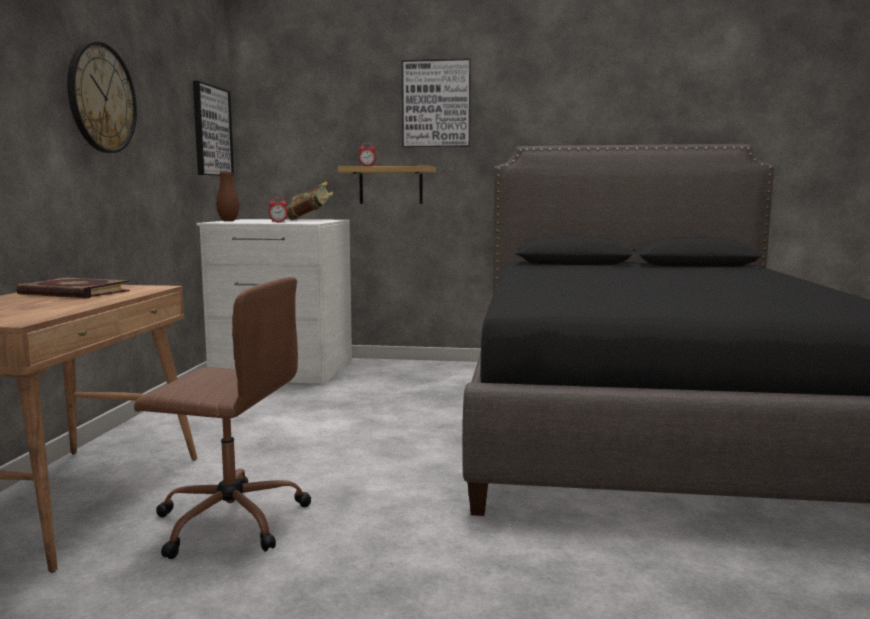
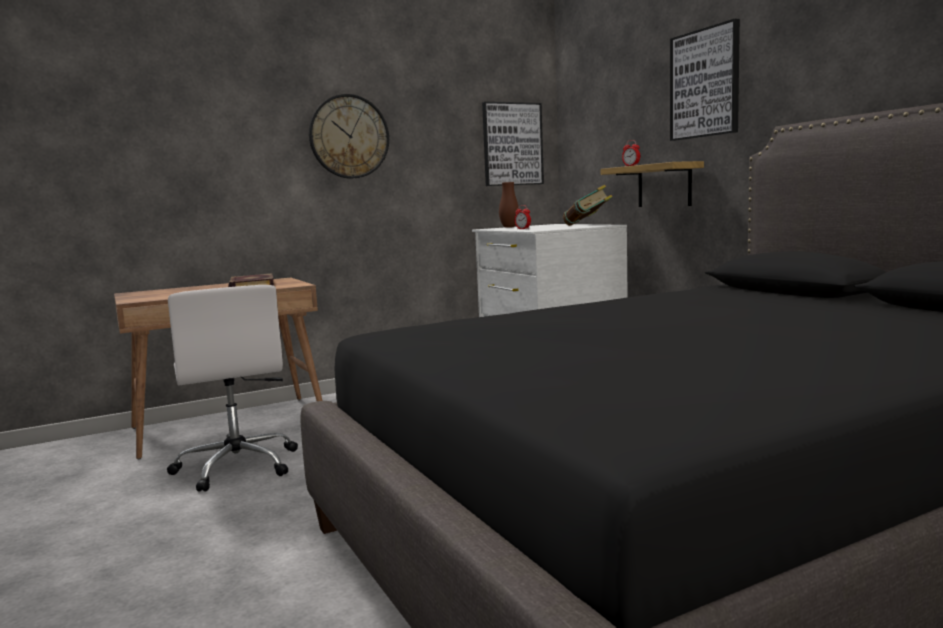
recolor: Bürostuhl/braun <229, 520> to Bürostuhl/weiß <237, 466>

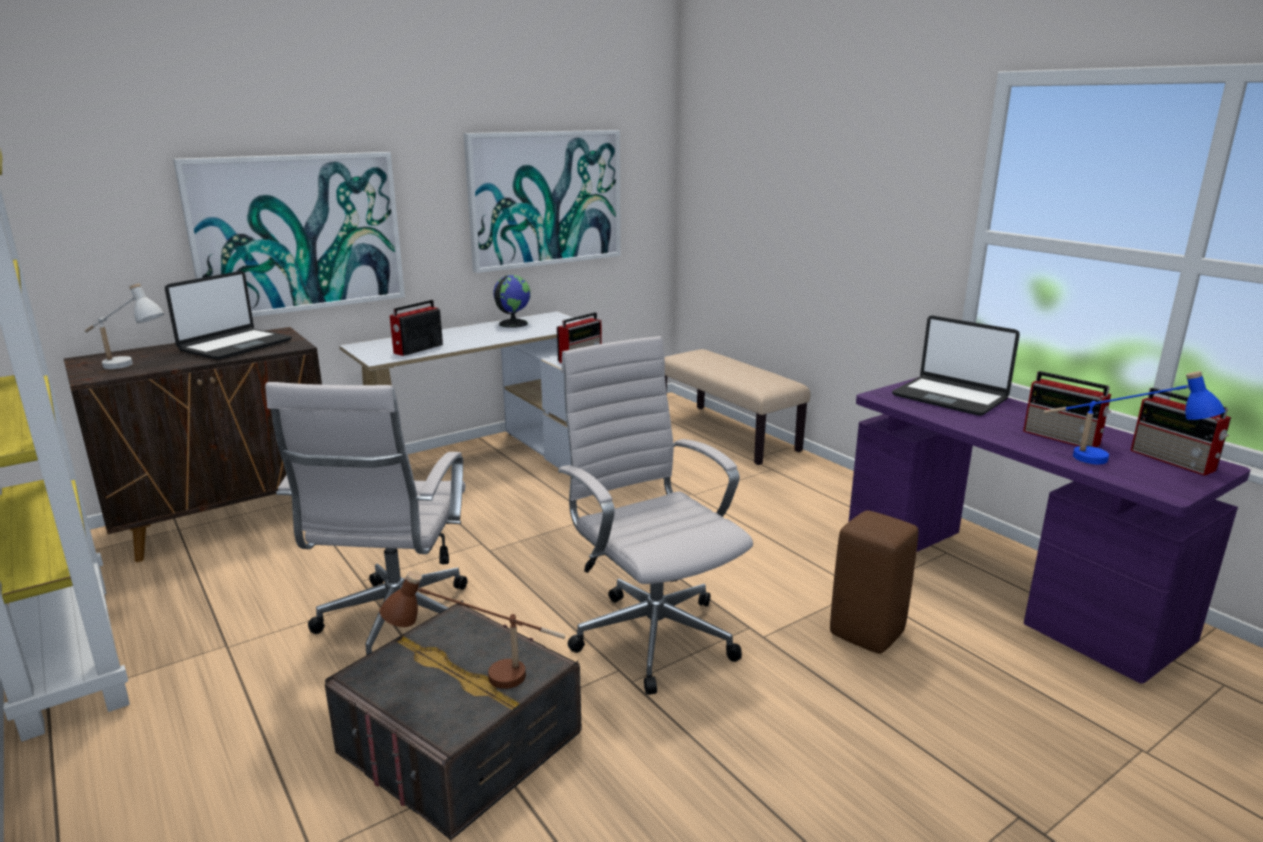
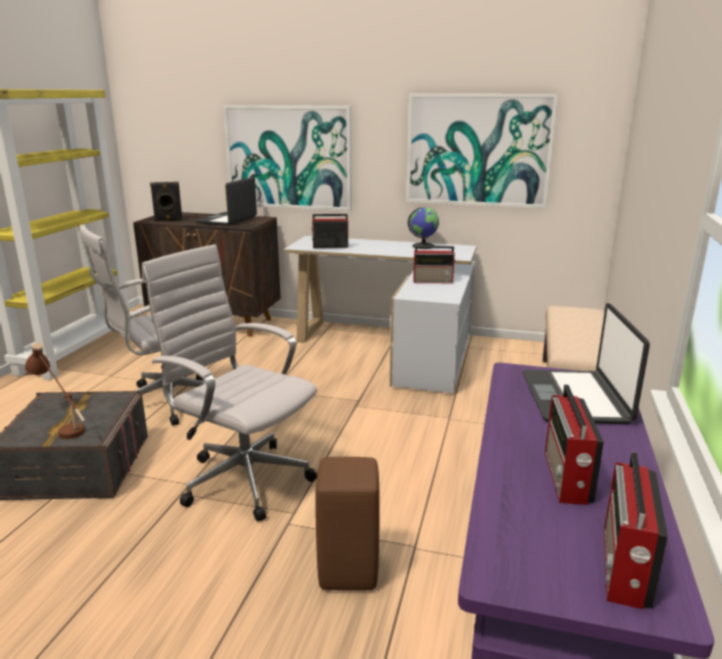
delete: Tischlampe/blau <1116, 464>
replace: Tischlampe/weiß <130, 368> to Lautsprecher/schwarz <168, 220>
rotate: Laptop <235, 345> = <228, 220> 120 degrees clockwise; Bürostuhl/weiß <651, 634> = <242, 478> 75 degrees counterclockwise

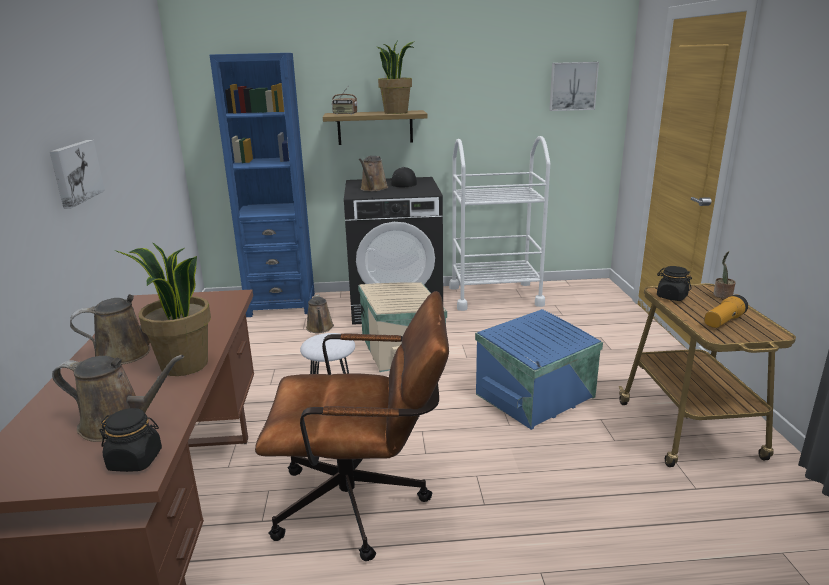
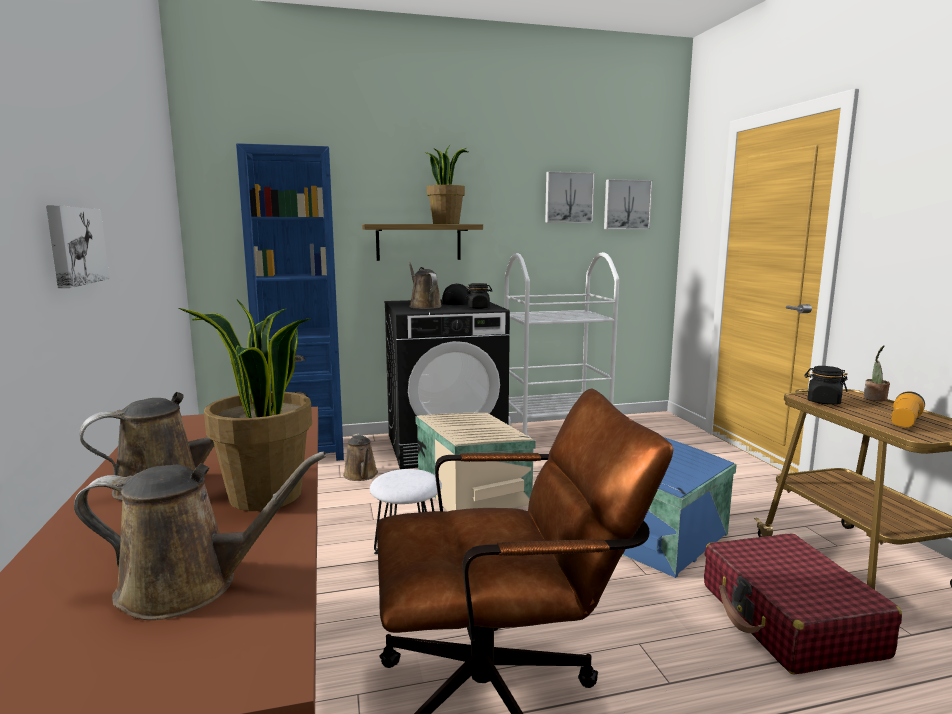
delete: Radio <345, 114>
insert: Bild <568, 197>; Koffer/rot <789, 620>
move: Vorratsglas/schwarz <135, 460> to <478, 308>
rotate: Gießkanne/braun <373, 189> = <424, 306> 150 degrees clockwise

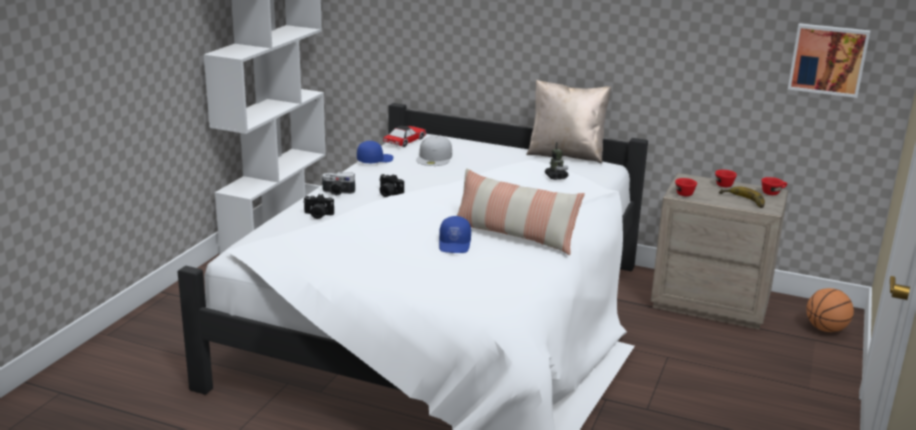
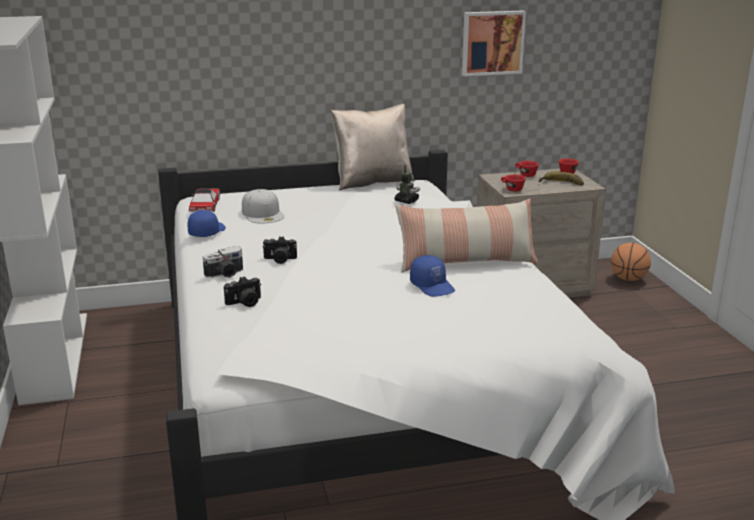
move: Bild <828, 59> to <492, 42>

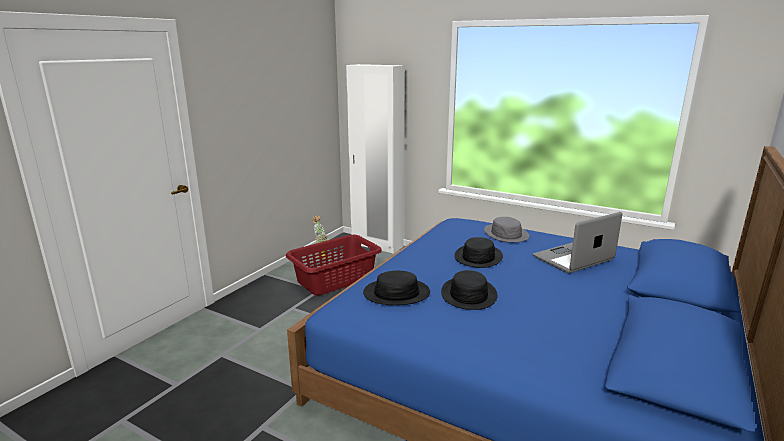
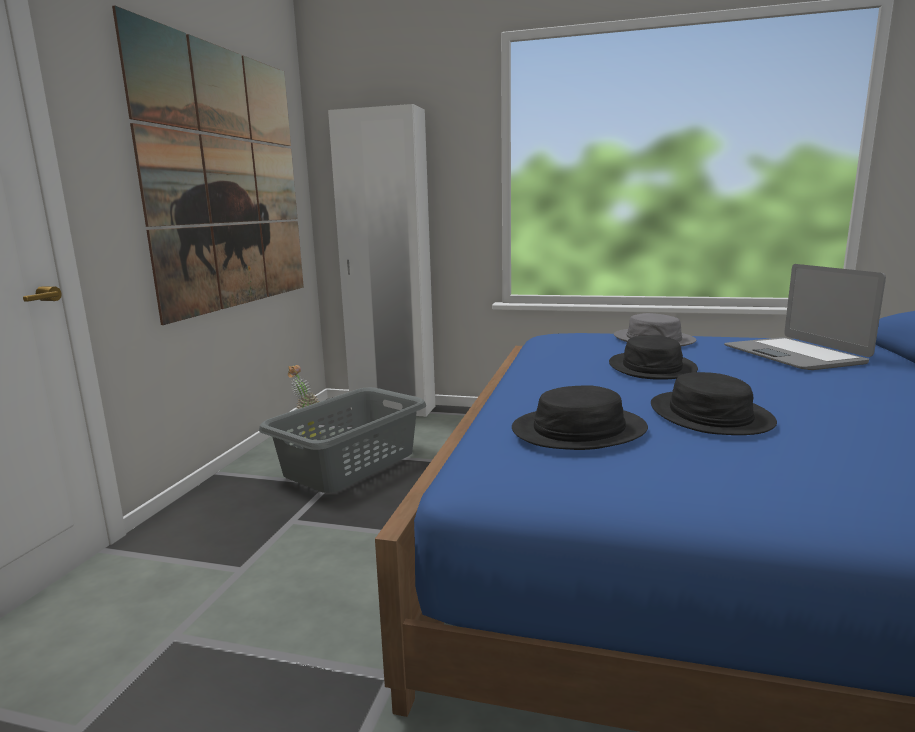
insert: Bild <228, 180>
recolor: Wäschekorb/rot <334, 279> to Wäschekorb/grau <349, 464>
rotate: Laptop <573, 259> = <794, 355> 60 degrees counterclockwise

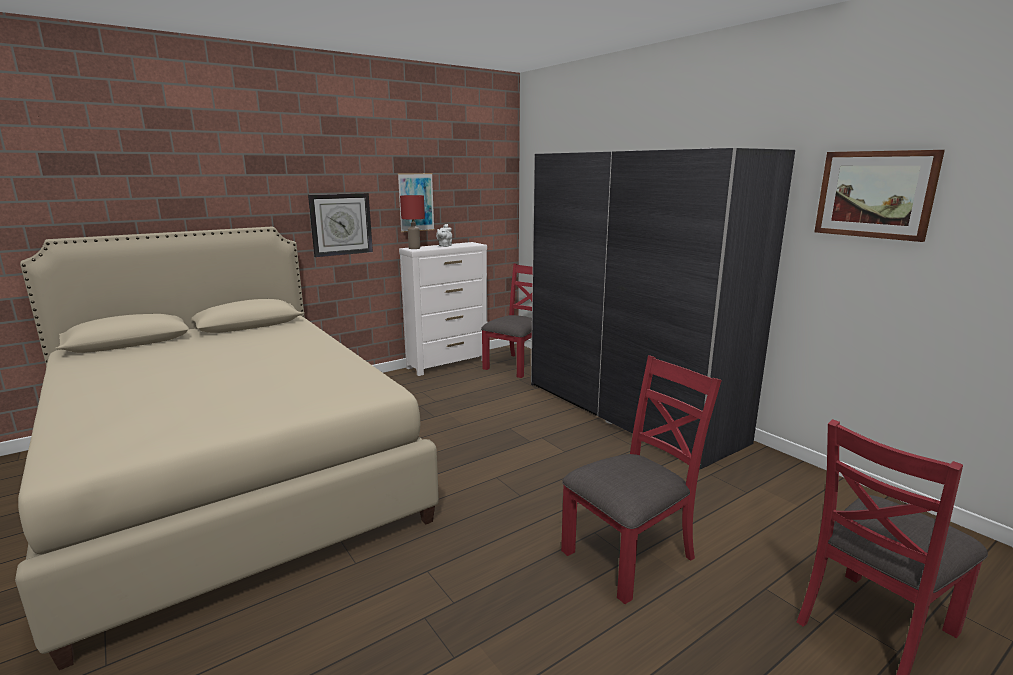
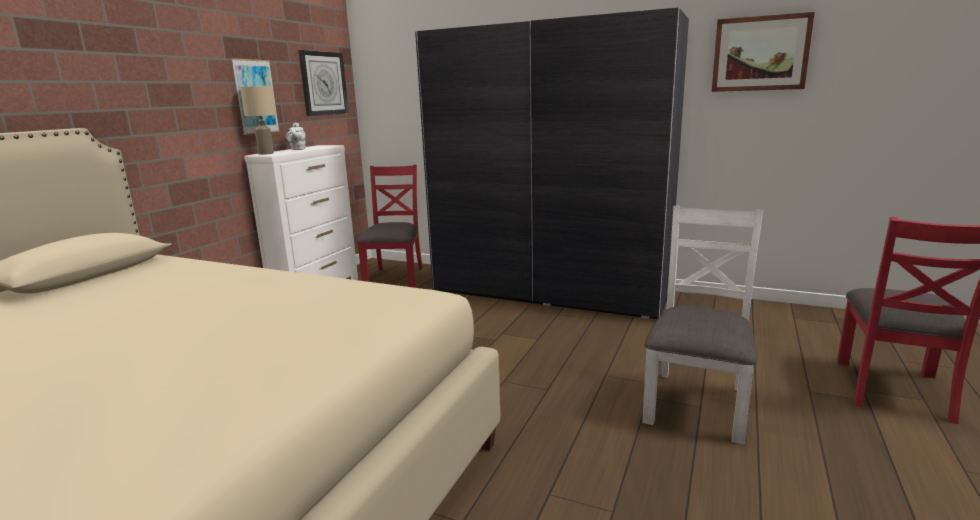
move: Wanduhr <341, 224> to <323, 83>
recolor: Tischlampe/rot <414, 248> to Tischlampe/beige <265, 153>; Stuhl/rot <630, 554> to Stuhl/weiß <696, 404>

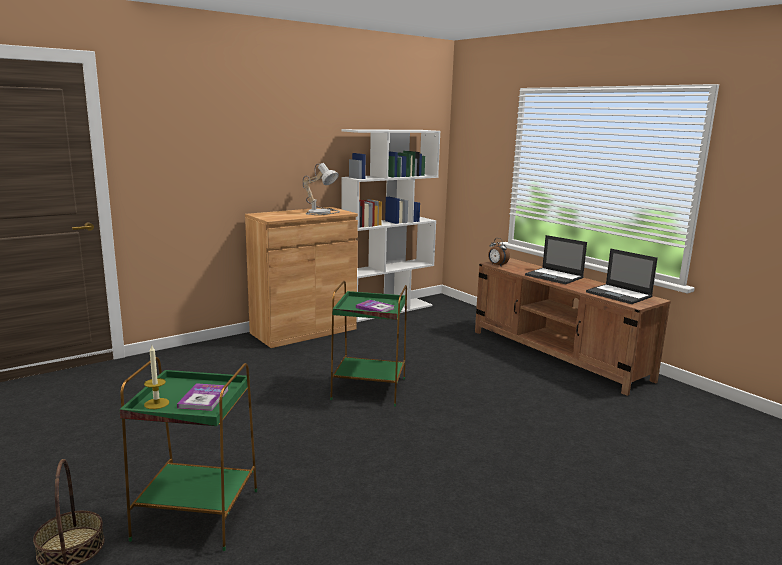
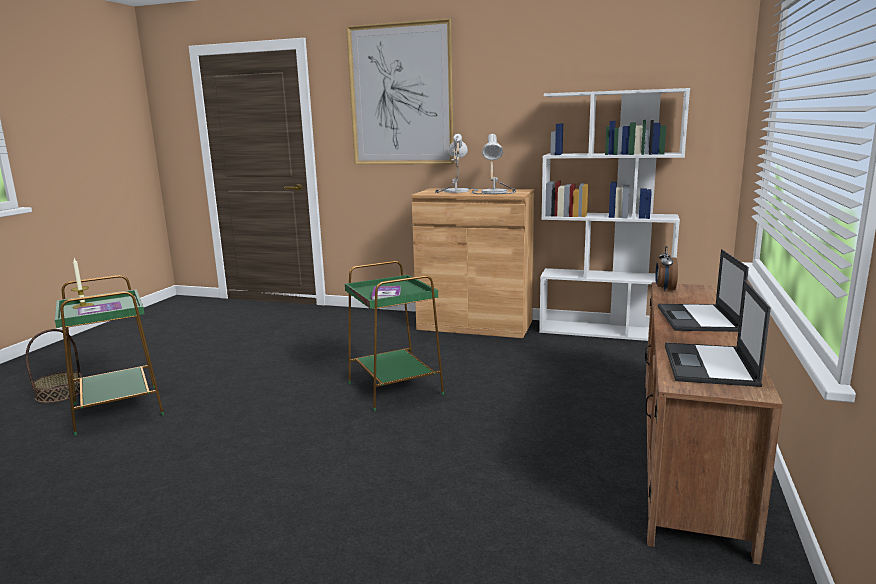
insert: Bild <401, 95>; Tischlampe <453, 191>

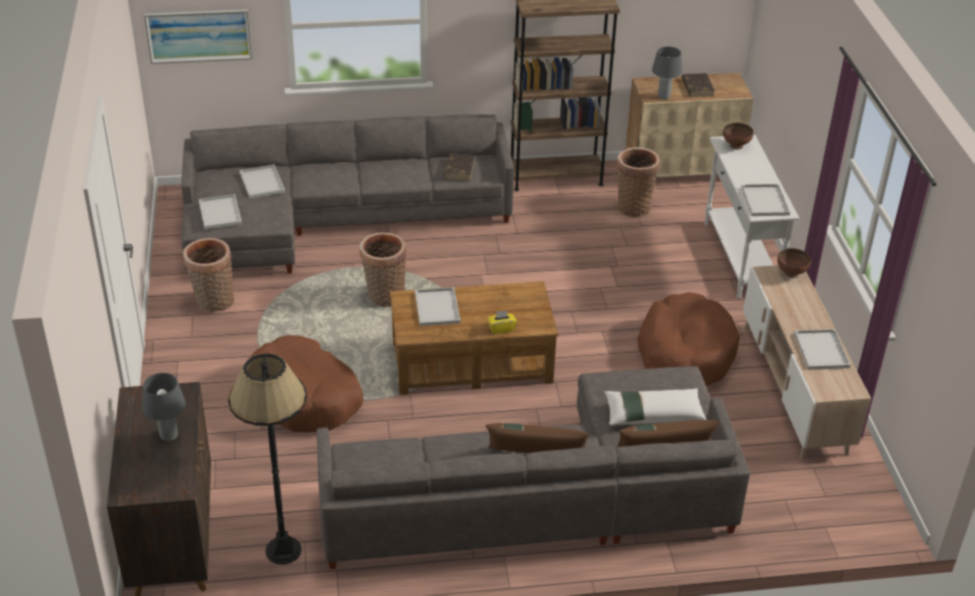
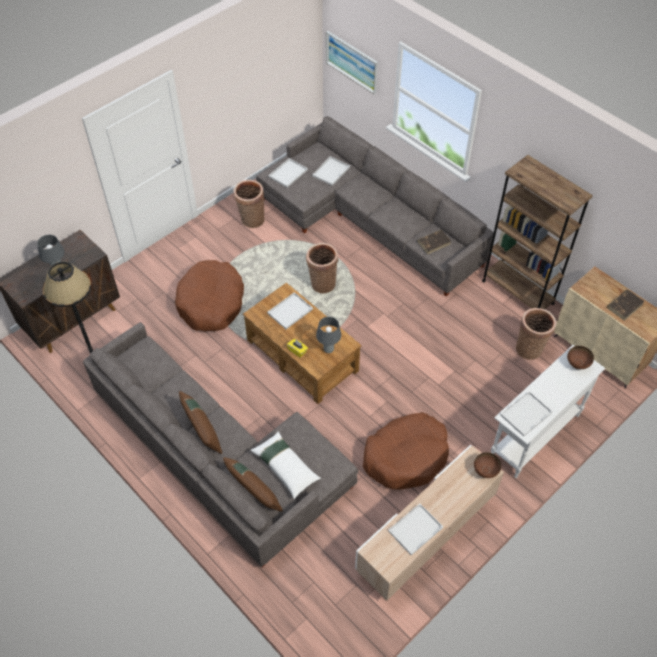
move: Tischlampe/grau <664, 97> to <328, 350>

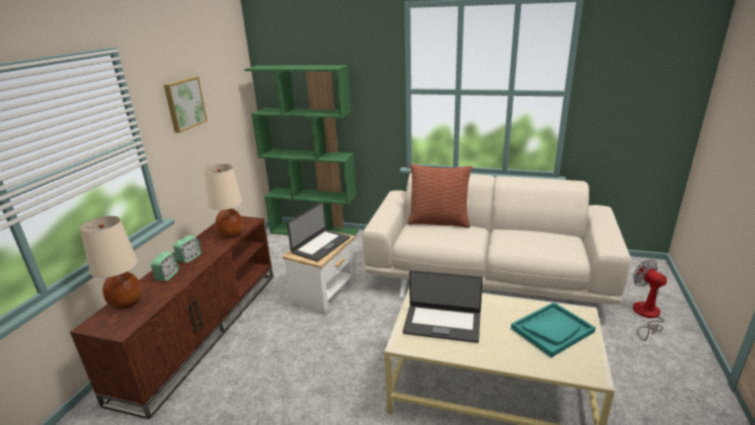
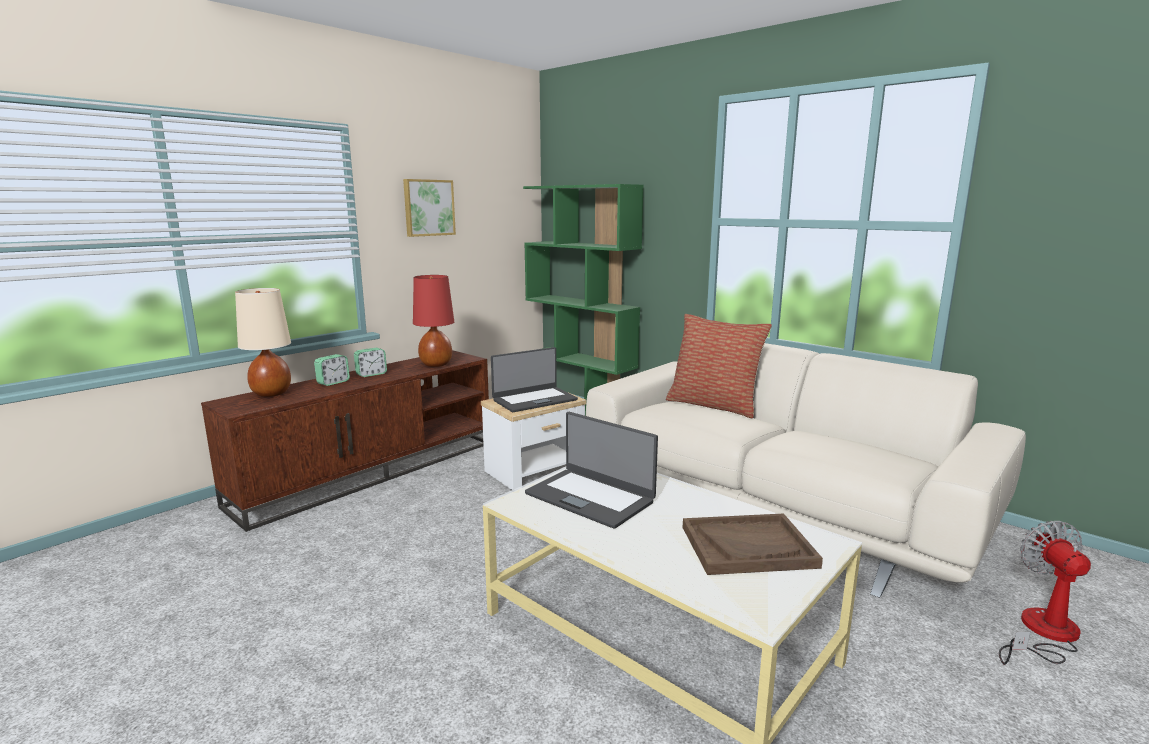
recolor: Tischlampe/beige <231, 234> to Tischlampe/rot <436, 365>; Tablett/türkis <552, 330> to Tablett/braun <748, 546>

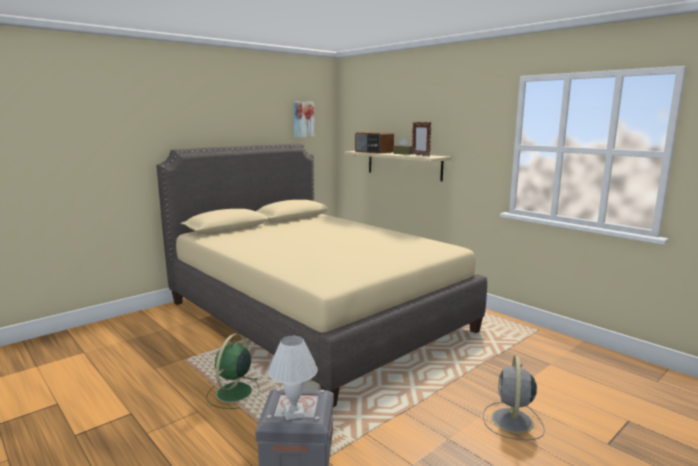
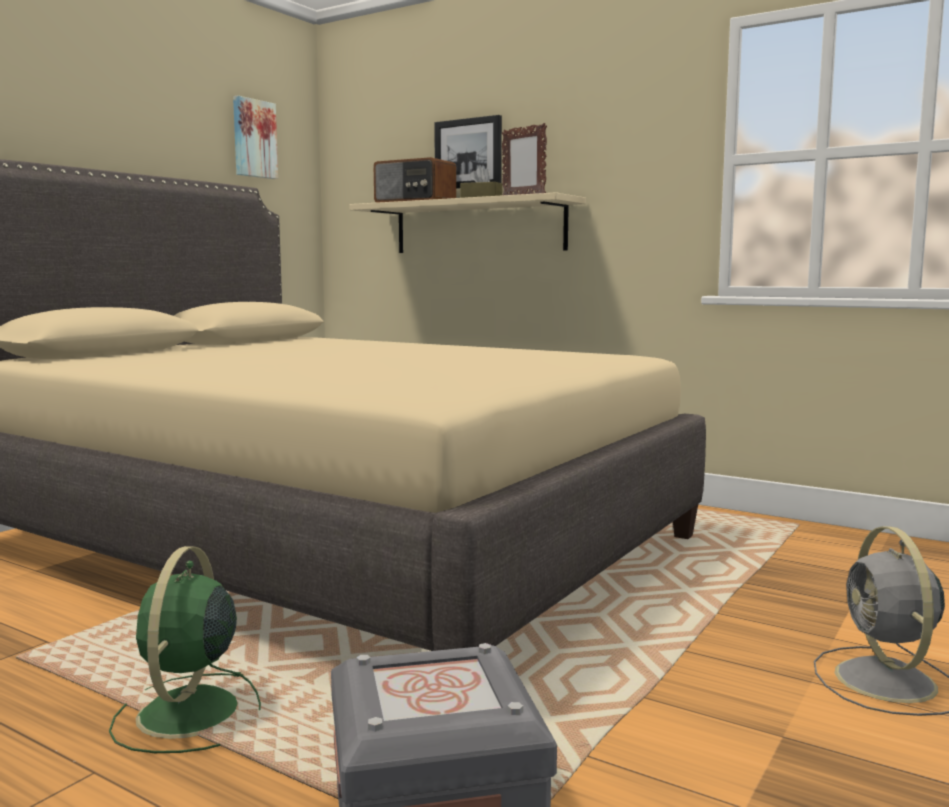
delete: Tischlampe/weiß <293, 413>
insert: Bild <468, 153>

